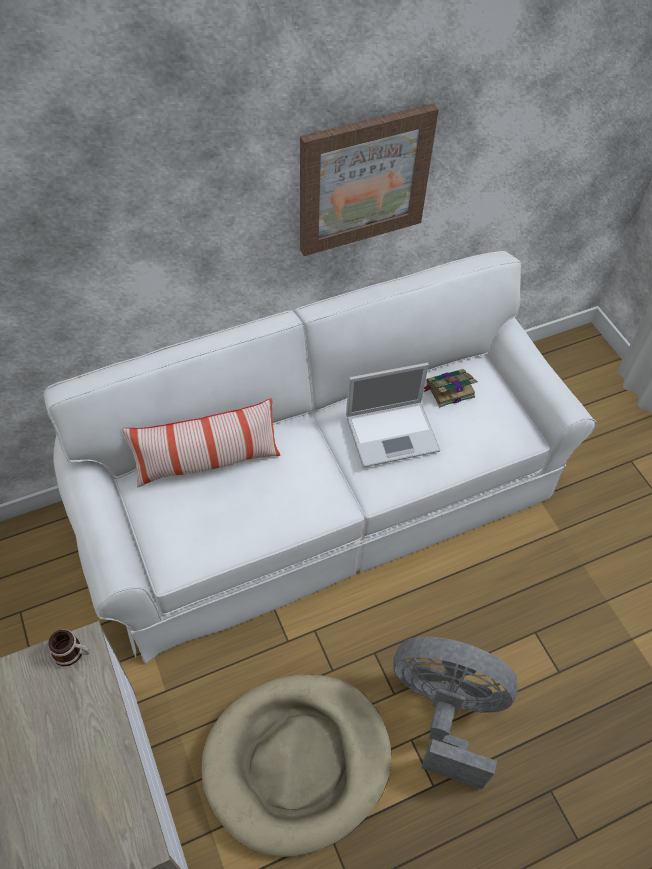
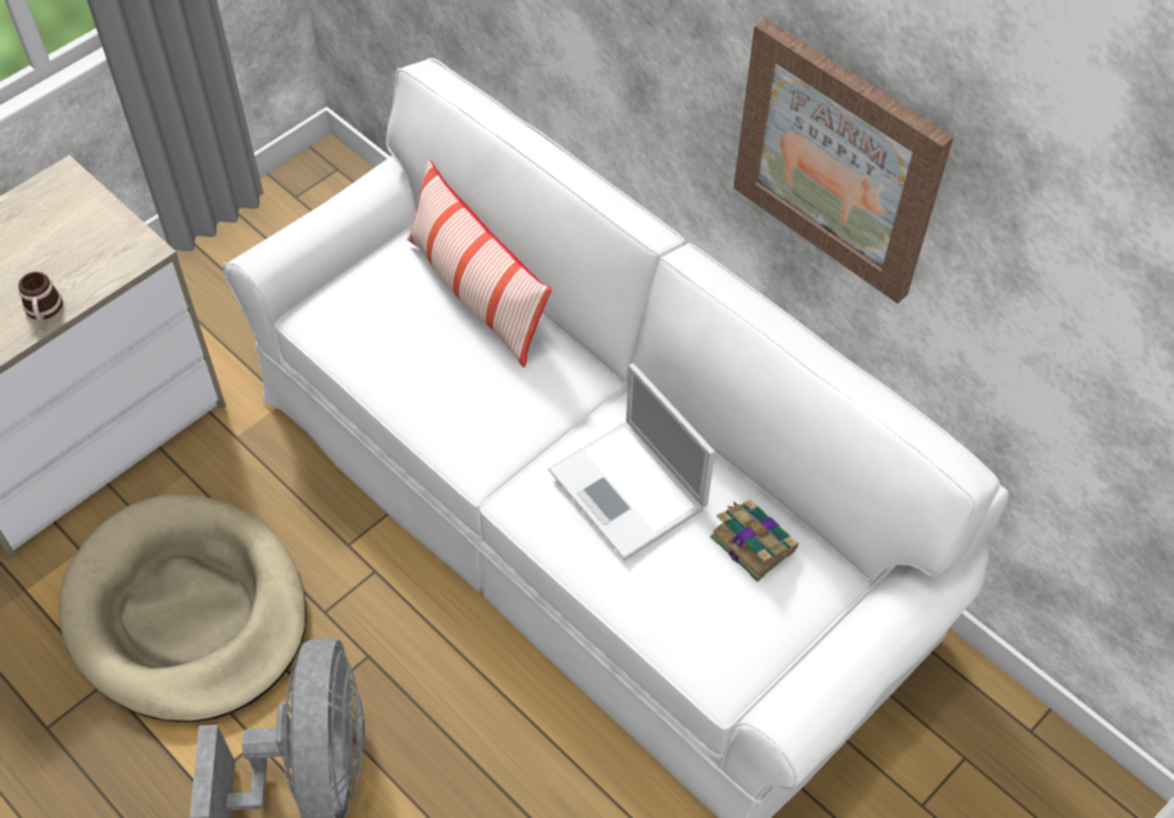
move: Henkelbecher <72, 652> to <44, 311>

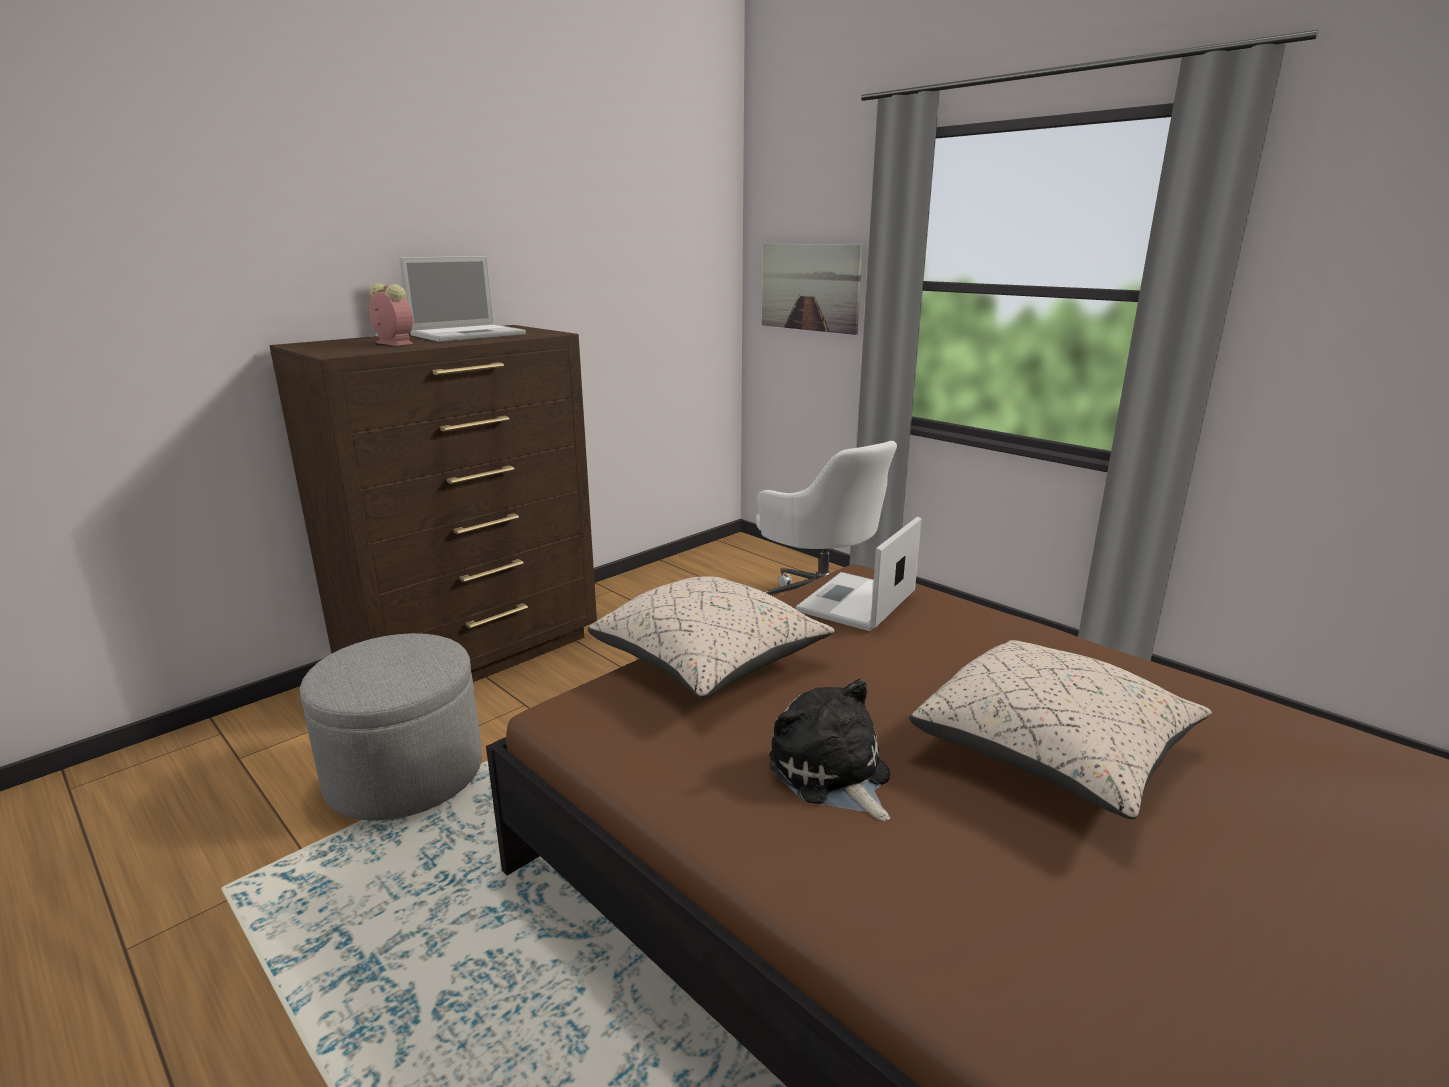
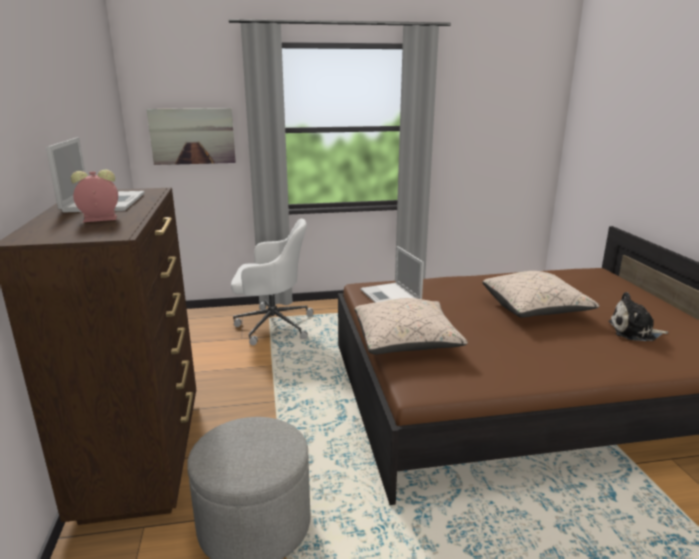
move: Plüschtier <832, 774> to <634, 332>

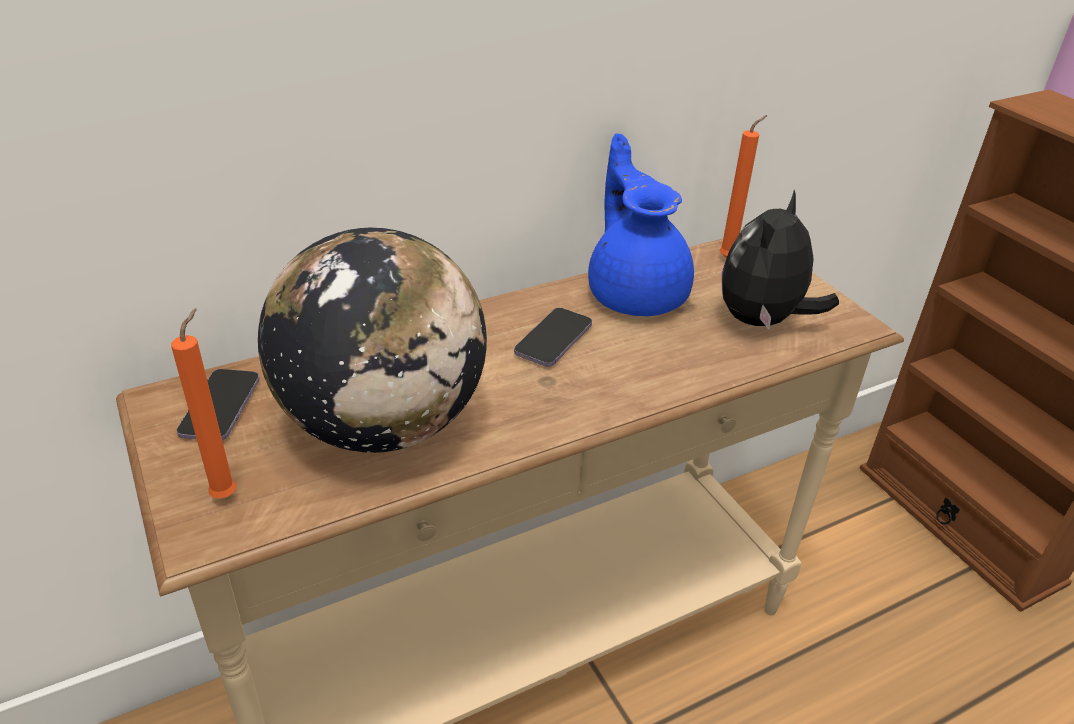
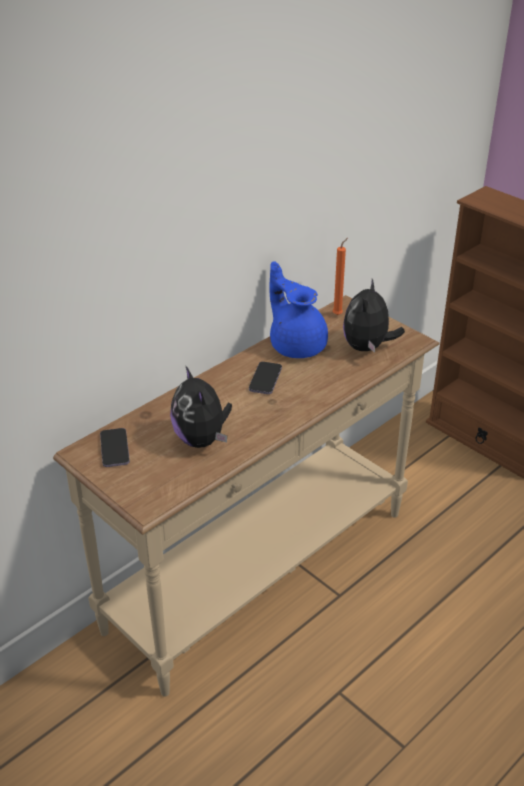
delete: Kerze/orange <227, 493>
replace: Globus <383, 424> to Plüschtier <202, 439>

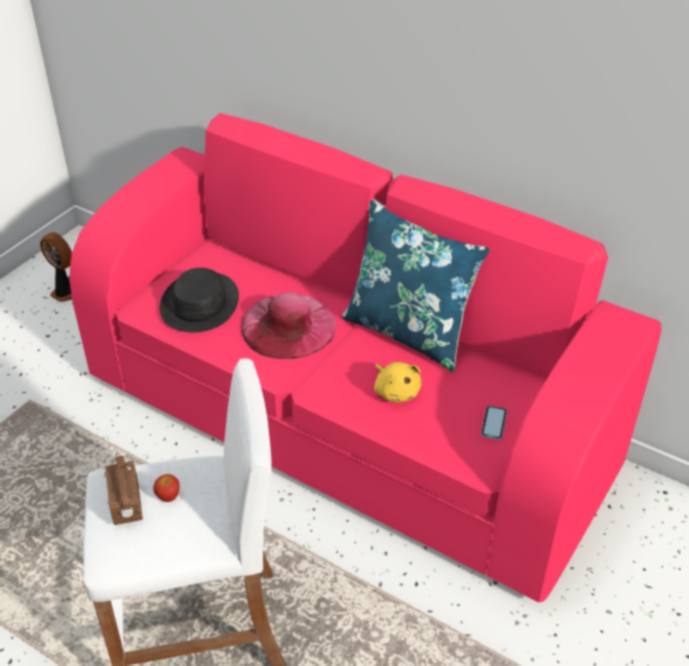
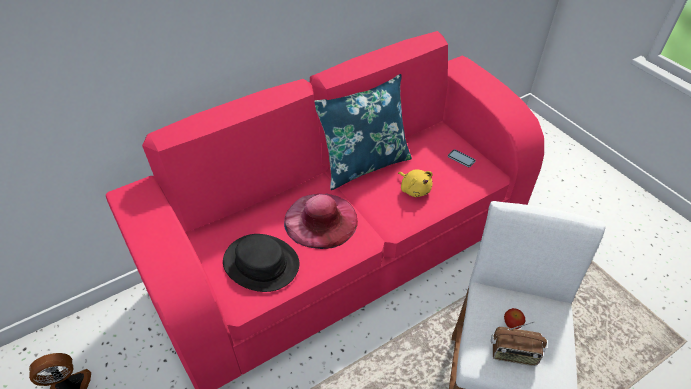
rotate: Plüschtier/gelb <396, 391> = <414, 189> 60 degrees clockwise

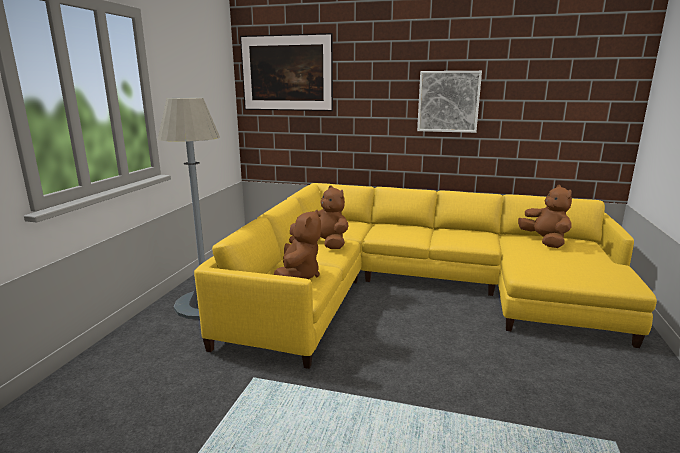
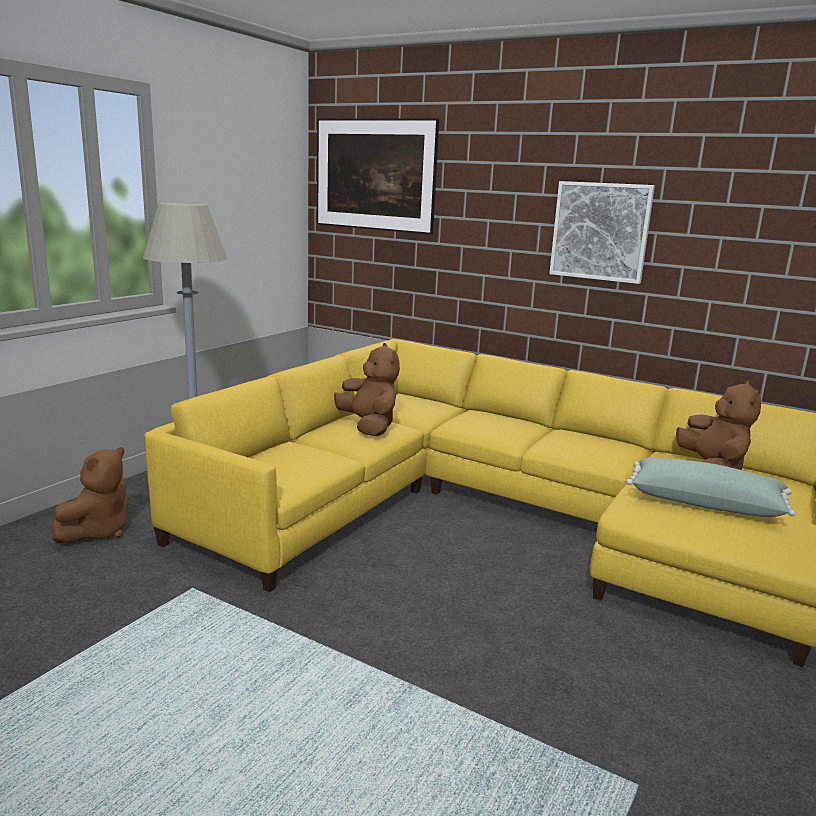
insert: Kissen/grün <705, 503>
move: Plüschtier/braun <298, 276> to <98, 531>

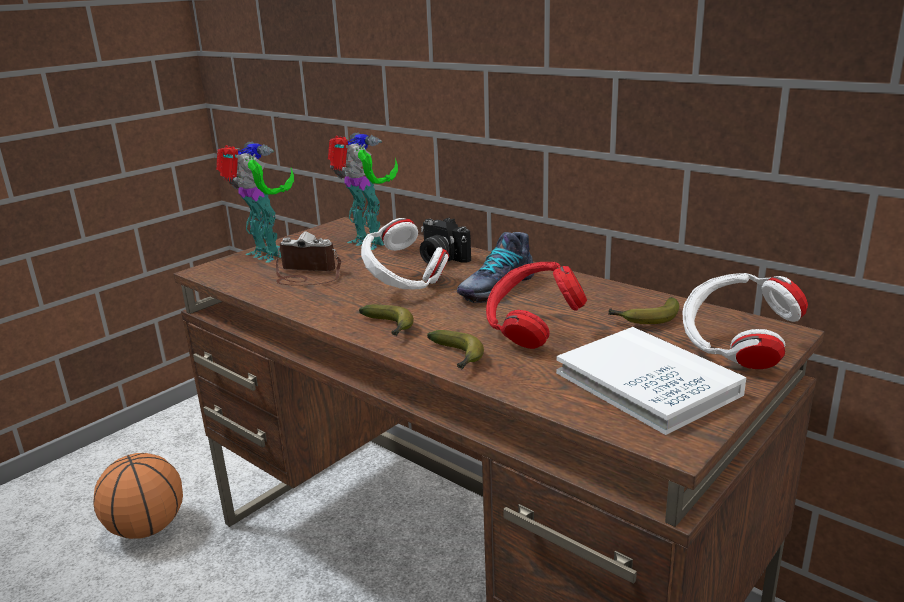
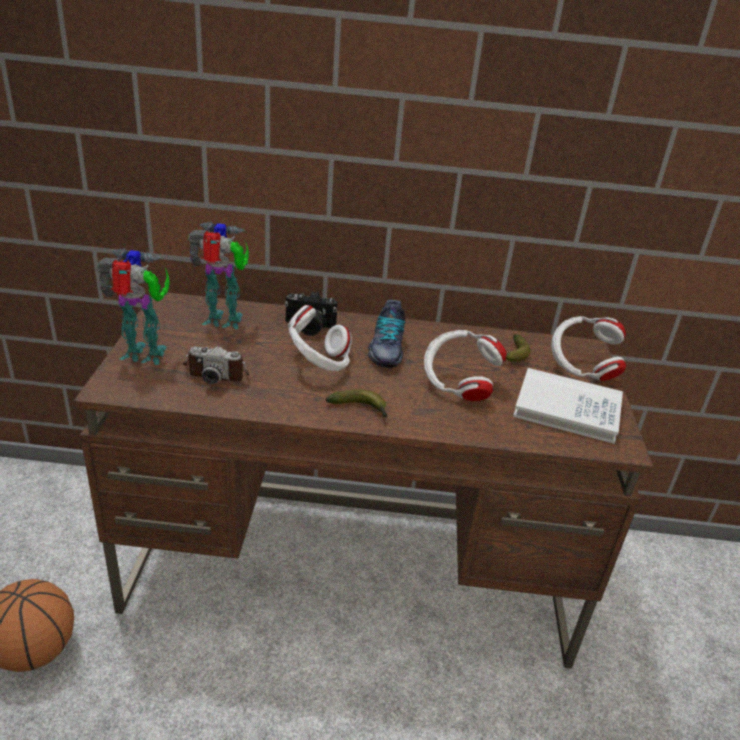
delete: Banane <457, 358>
recolor: Kopfhörer/rot <530, 332> to Kopfhörer/weiß <458, 385>
rotate: Kamera <306, 275> = <217, 371> 150 degrees counterclockwise

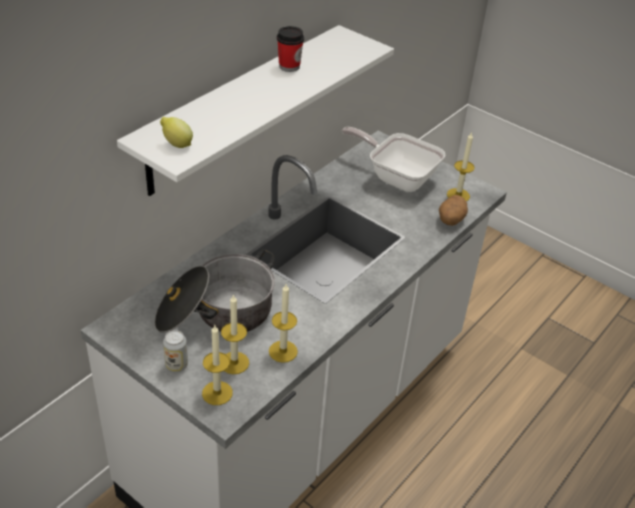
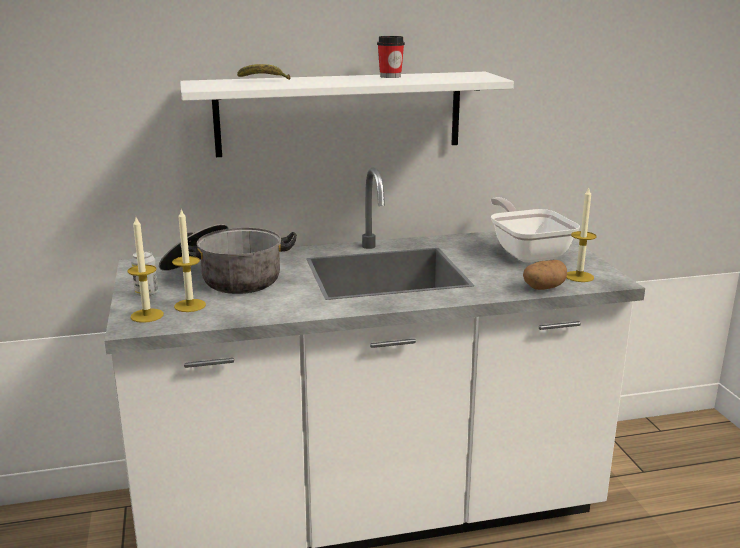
delete: Zitrone <176, 144>; Kerze <283, 351>
insert: Banane <263, 80>

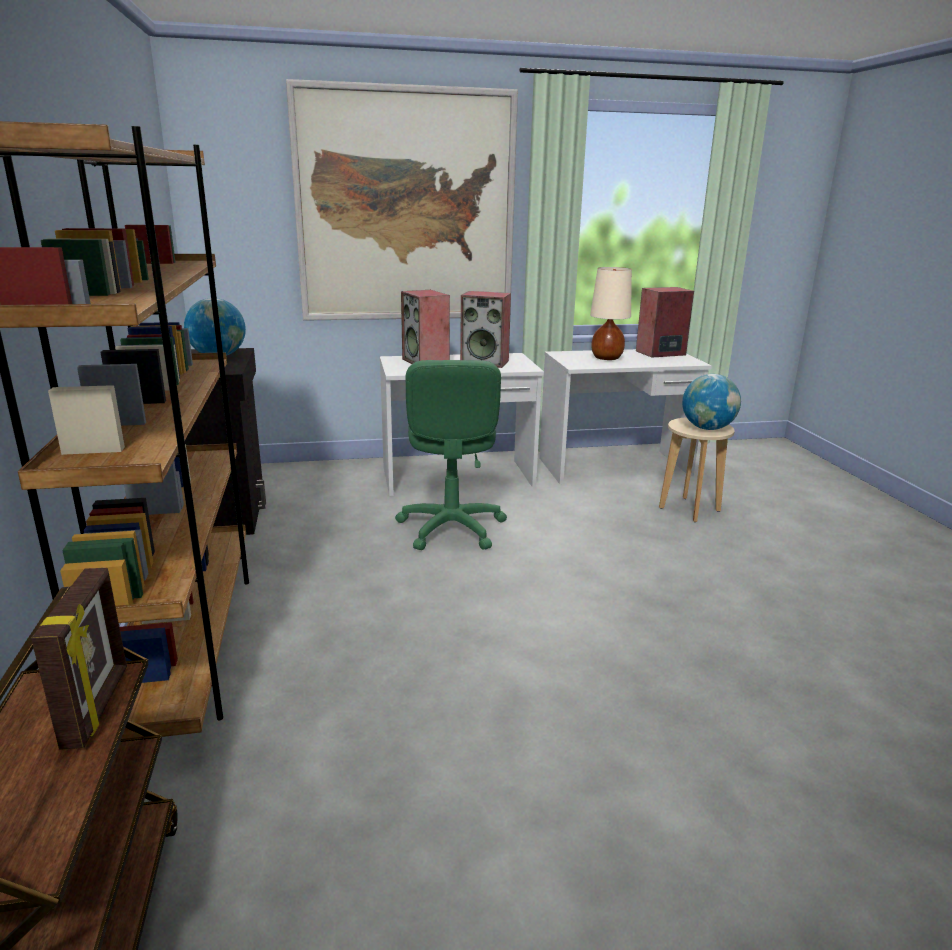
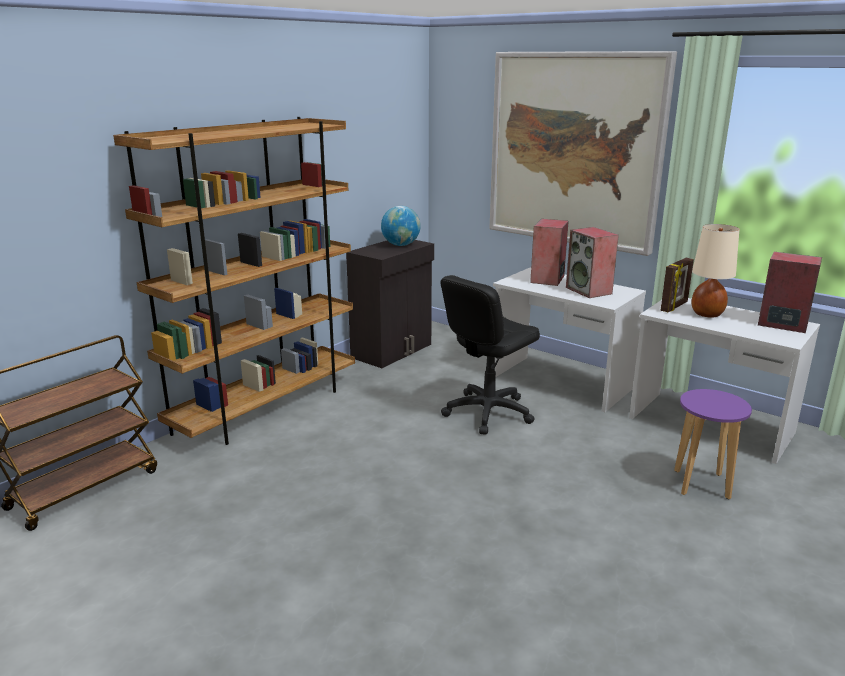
delete: Globus <707, 428>
move: Bilderrahmen <98, 706> to <674, 307>
recolor: Bürostuhl/grün <451, 528> to Bürostuhl/schwarz <487, 412>; Hocker/beige <689, 509> to Hocker/lila <701, 484>

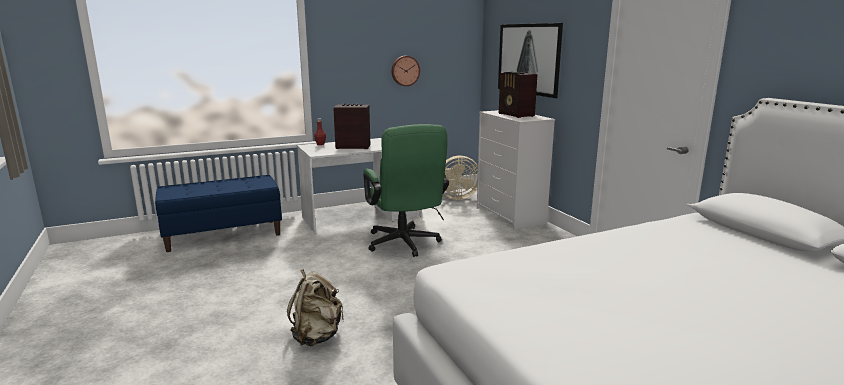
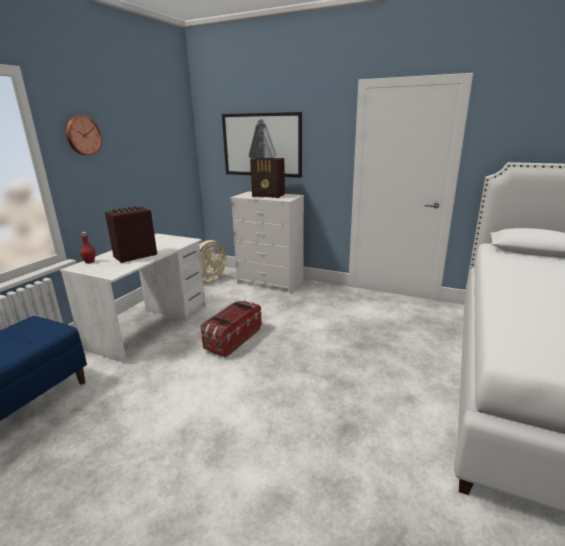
delete: Rucksack/beige <317, 336>
move: Wanduhr <405, 71> to <83, 135>
replace: Bürostuhl/grün <404, 245> to Aufbewahrungsbox <232, 339>

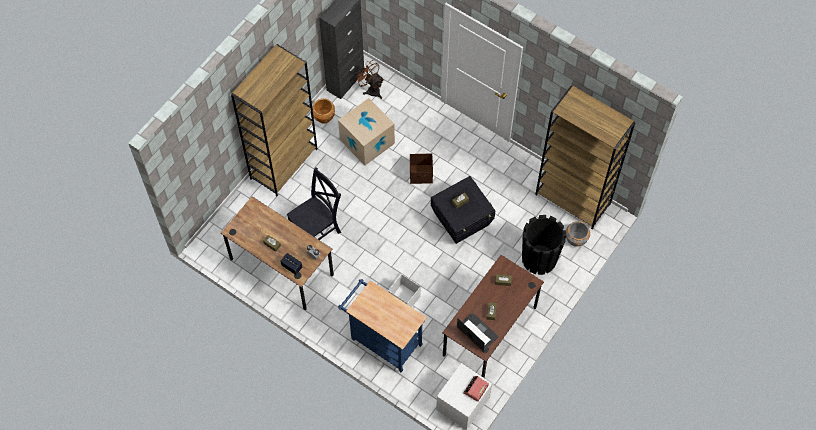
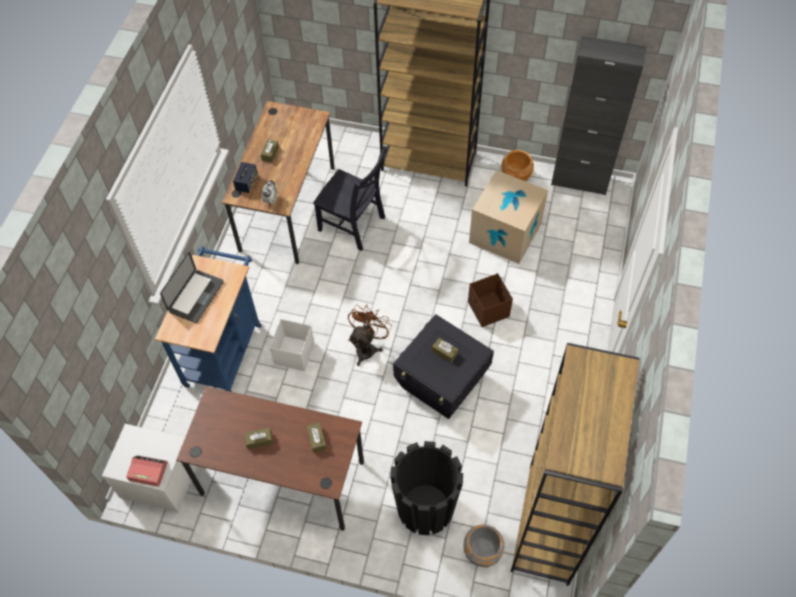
move: Ventilator/braun <371, 89> to <367, 347>; Laptop <477, 332> to <196, 297>

